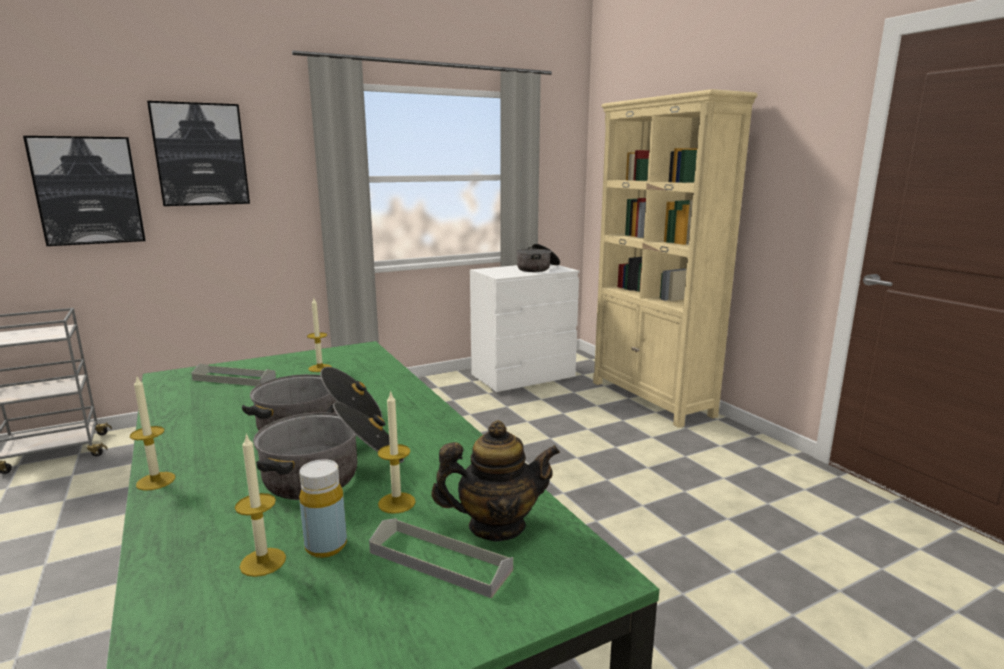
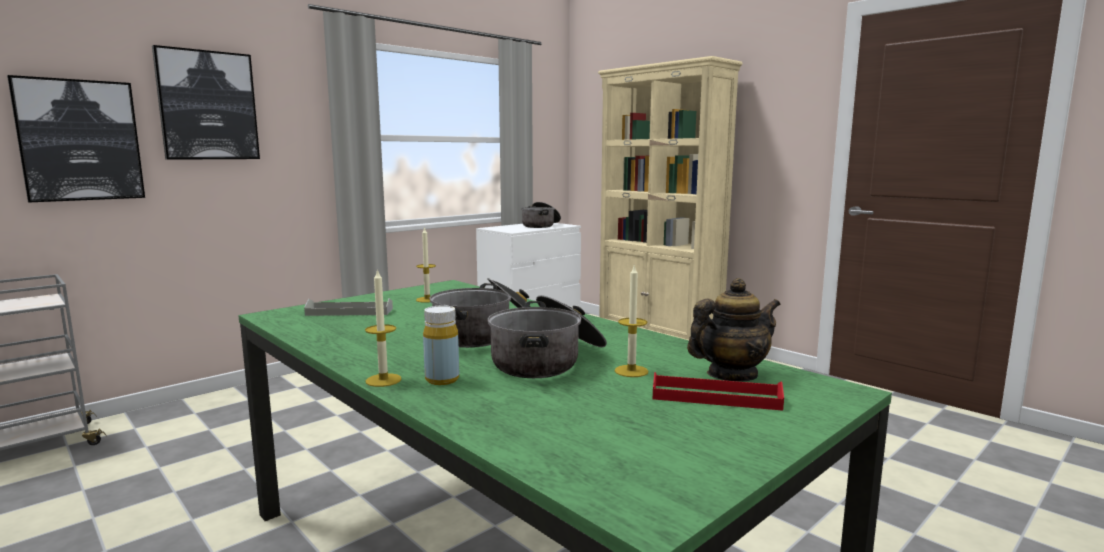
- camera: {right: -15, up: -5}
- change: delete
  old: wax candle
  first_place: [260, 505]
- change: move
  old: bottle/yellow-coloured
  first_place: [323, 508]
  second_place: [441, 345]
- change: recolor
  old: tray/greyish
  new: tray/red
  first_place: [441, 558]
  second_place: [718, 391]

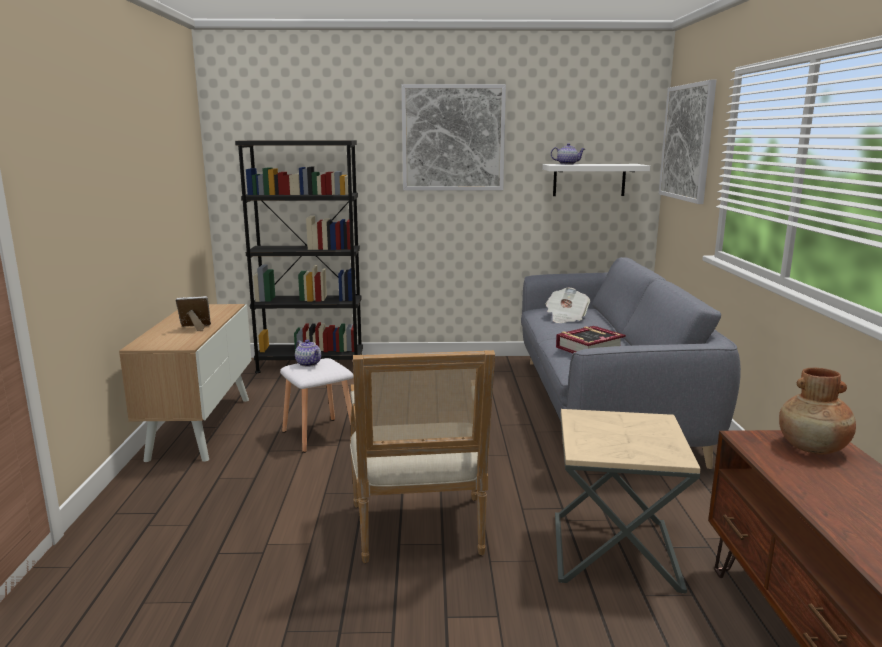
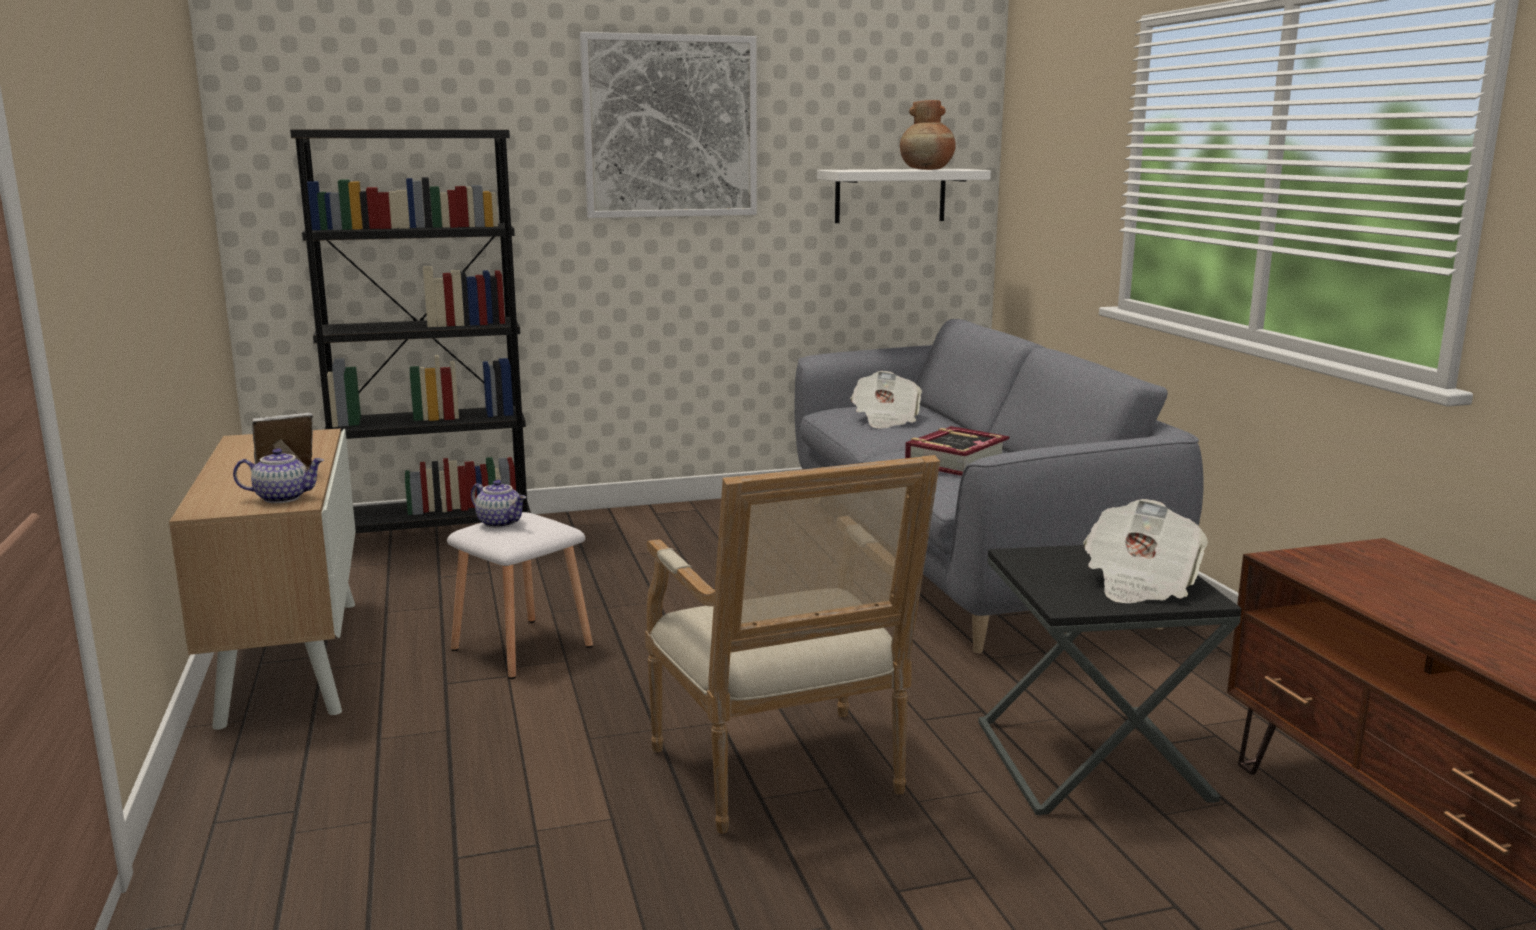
- camera: {right: -15, up: 0}
- change: move
  old: tea pot
  first_place: [568, 153]
  second_place: [278, 475]
- change: recolor
  old: end table/beige-coloured
  new: end table/blackish
  first_place: [628, 501]
  second_place: [1110, 680]
- change: delete
  old: picture
  first_place: [687, 142]
- change: move
  old: decorative vase/brownish
  first_place: [817, 411]
  second_place: [928, 135]
- change: insert
  new: printed paper
  second_place: [1145, 551]

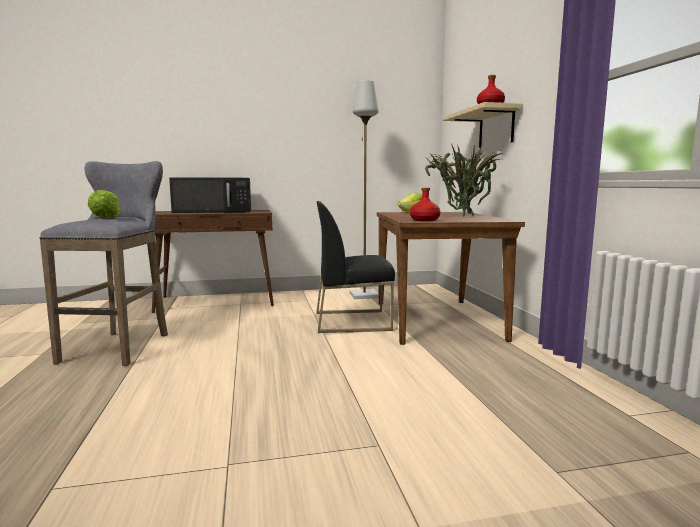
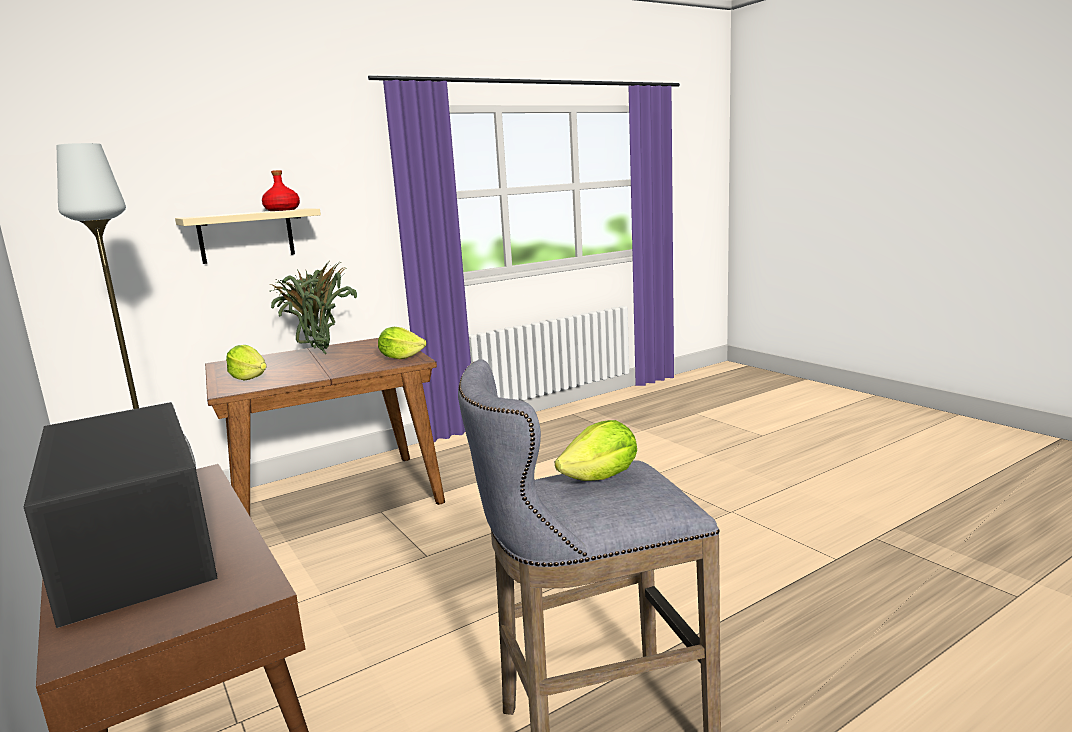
- camera: {right: -110, up: 5}
- change: delete
  old: chair/blackish
  first_place: [355, 267]
- change: replace
  old: bottle/red
  new: lettuce
  first_place: [425, 204]
  second_place: [402, 343]

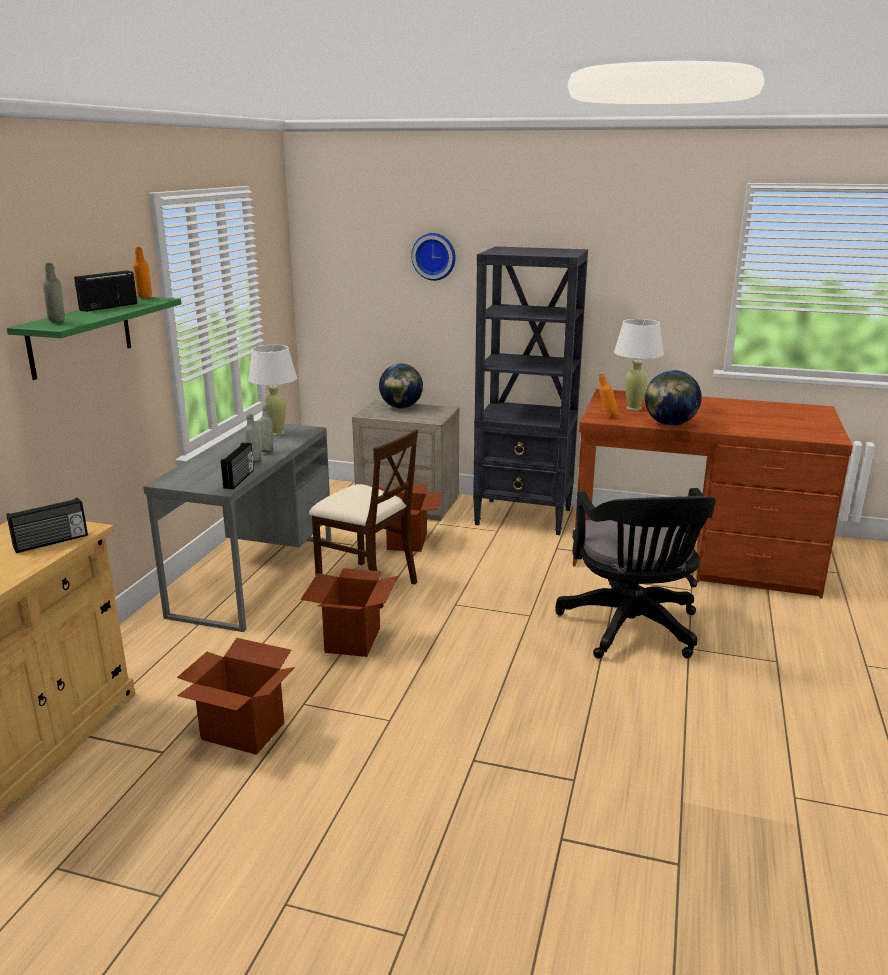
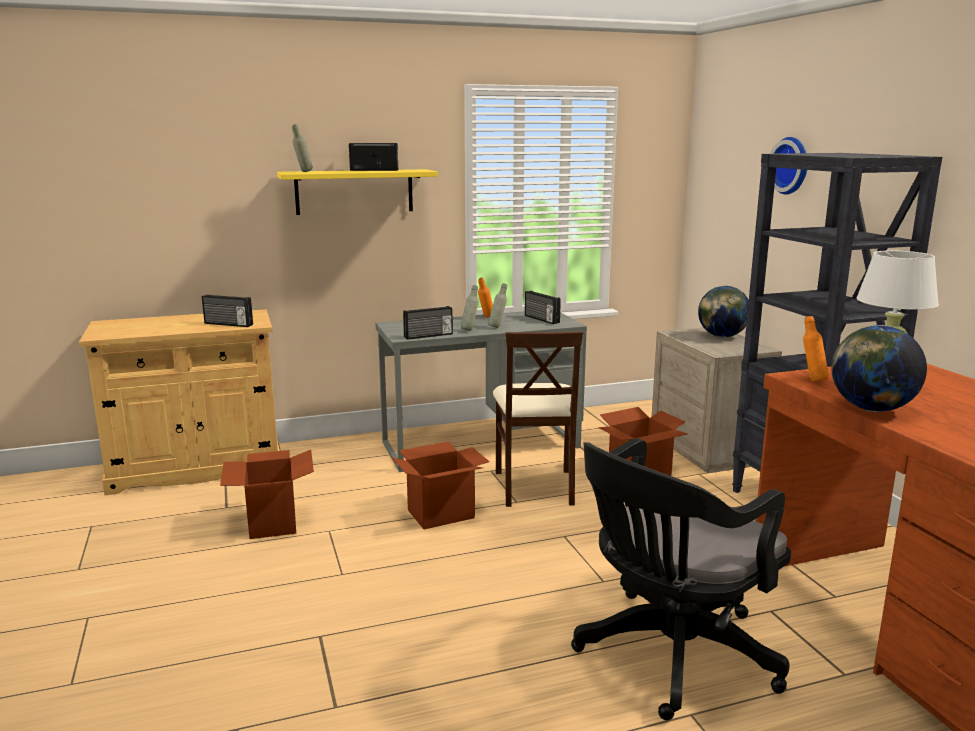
- camera: {right: 55, up: -5}
- change: recolor
  old: bracket shelf/greenish
  new: bracket shelf/yellow-coloured
  first_place: [94, 338]
  second_place: [357, 192]
- change: move
  old: bottle/orange
  first_place: [142, 273]
  second_place: [485, 297]
- change: replace
  old: table lamp/white
  new: radio
  first_place: [272, 390]
  second_place: [543, 307]

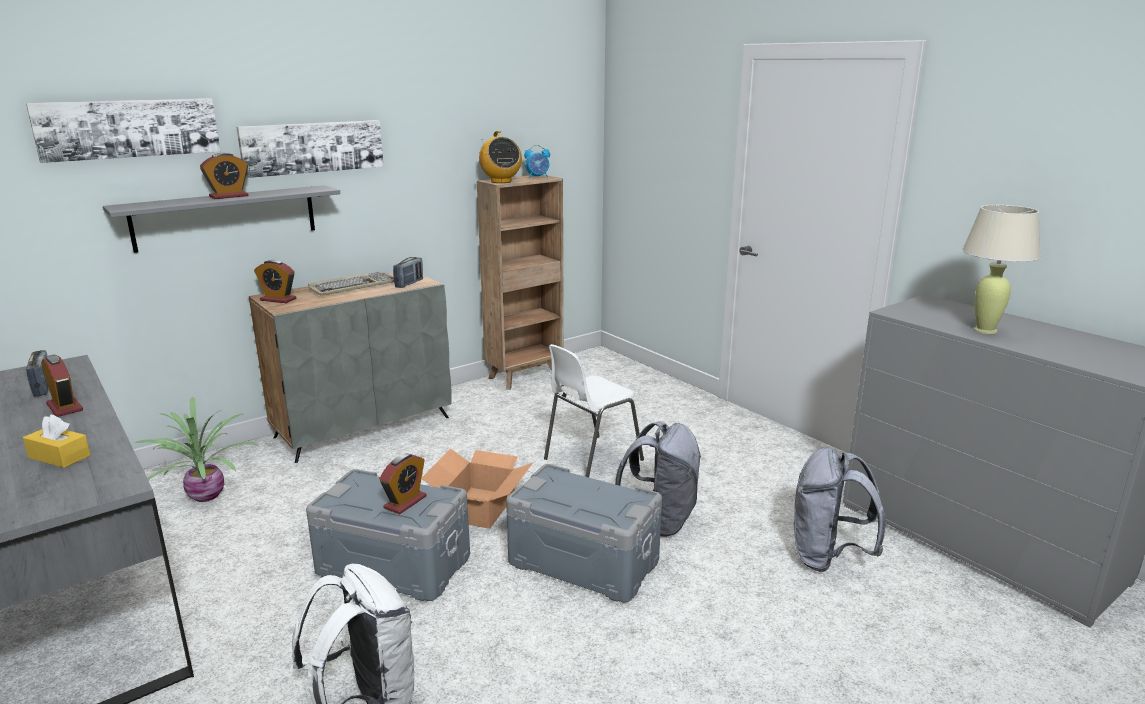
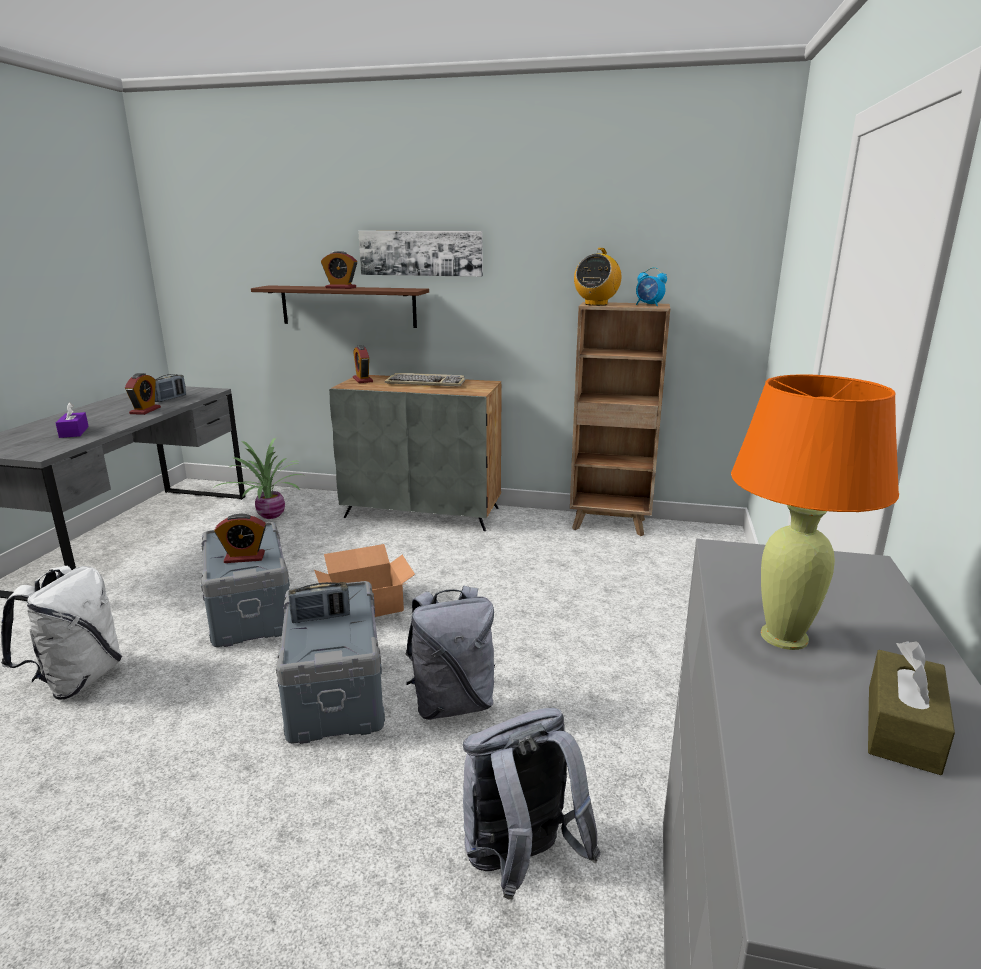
- camera: {right: 50, up: 0}
- change: recolor
  old: tissue box/yellow-coloured
  new: tissue box/purplish
  first_place: [57, 441]
  second_place: [72, 420]
- change: delete
  old: picture
  first_place: [123, 130]
- change: recolor
  old: bracket shelf/greyish
  new: bracket shelf/brownish
  first_place: [221, 219]
  second_place: [340, 306]
- change: move
  old: radio
  first_place: [408, 272]
  second_place: [319, 602]
- change: delete
  old: chair/white
  first_place: [594, 410]
- change: recolor
  old: table lamp/beige-coloured
  new: table lamp/orange
  first_place: [1001, 269]
  second_place: [815, 512]
- change: insert
  new: tissue box/brownish
  second_place: [911, 708]

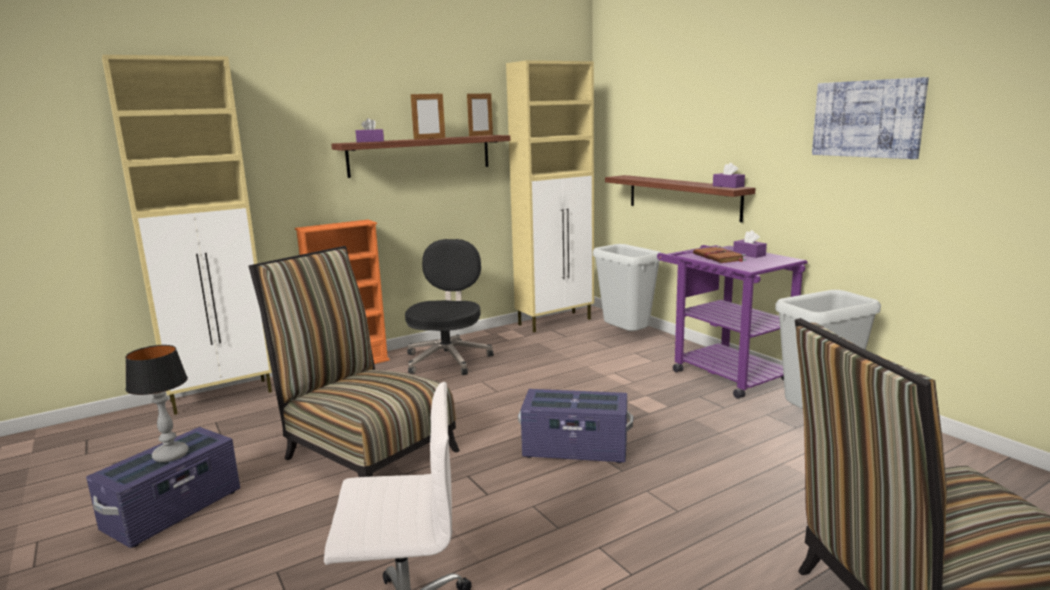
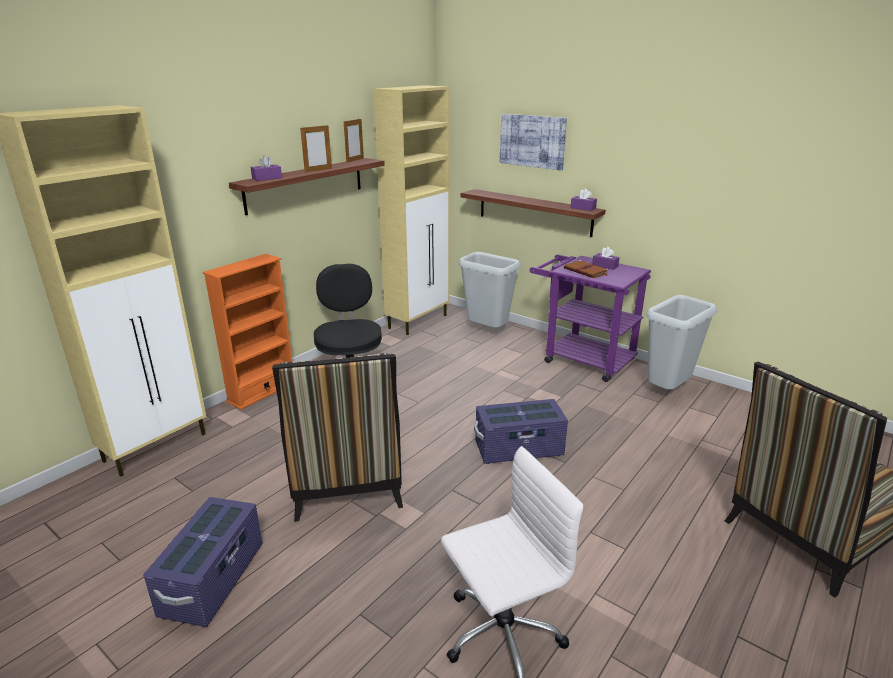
- camera: {right: -20, up: 10}
- change: delete
  old: table lamp
  first_place: [157, 403]
- change: rotate
  old: chair
  first_place: [354, 361]
  second_place: [337, 437]
  degrees: -120
- change: move
  old: picture
  first_place: [870, 118]
  second_place: [533, 142]

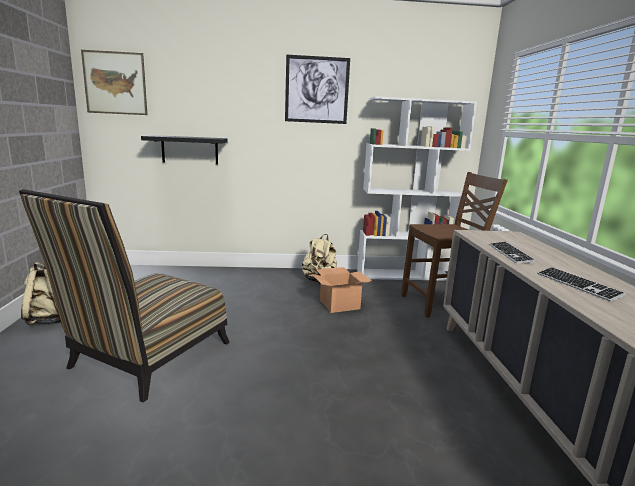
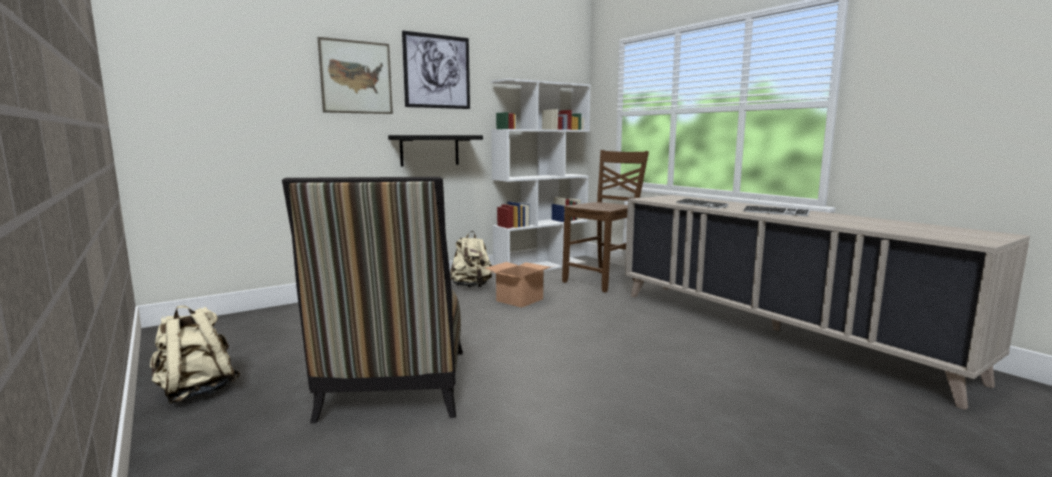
- camera: {right: -30, up: -5}
- change: move
  old: picture
  first_place: [114, 82]
  second_place: [355, 75]
- change: move
  old: bracket shelf/blackish
  first_place: [184, 150]
  second_place: [435, 151]

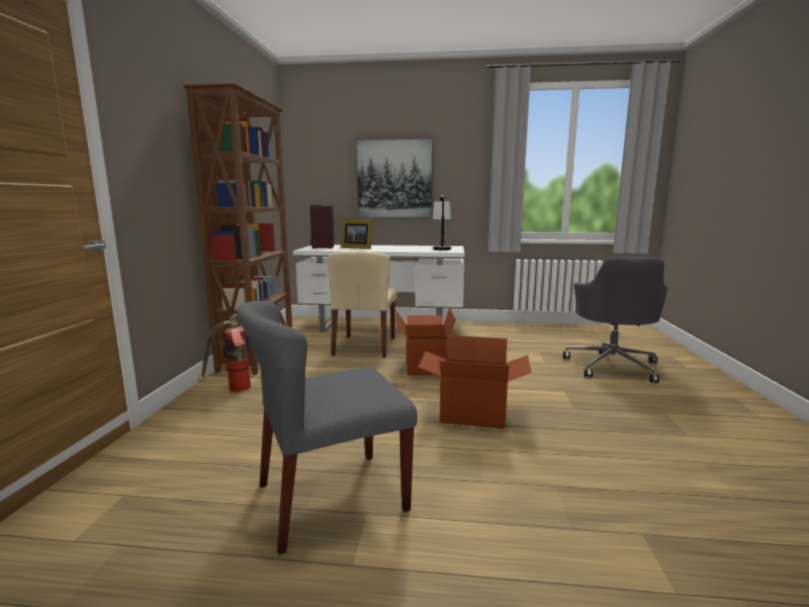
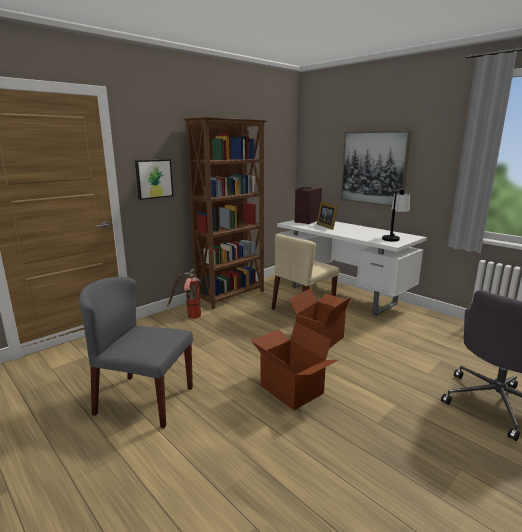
- camera: {right: 40, up: 5}
- change: insert
  new: picture
  second_place: [154, 179]

